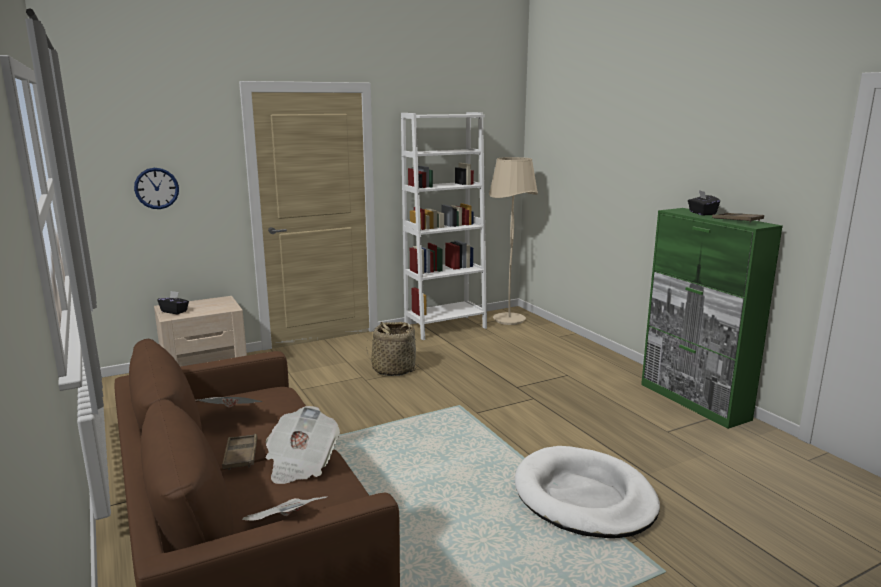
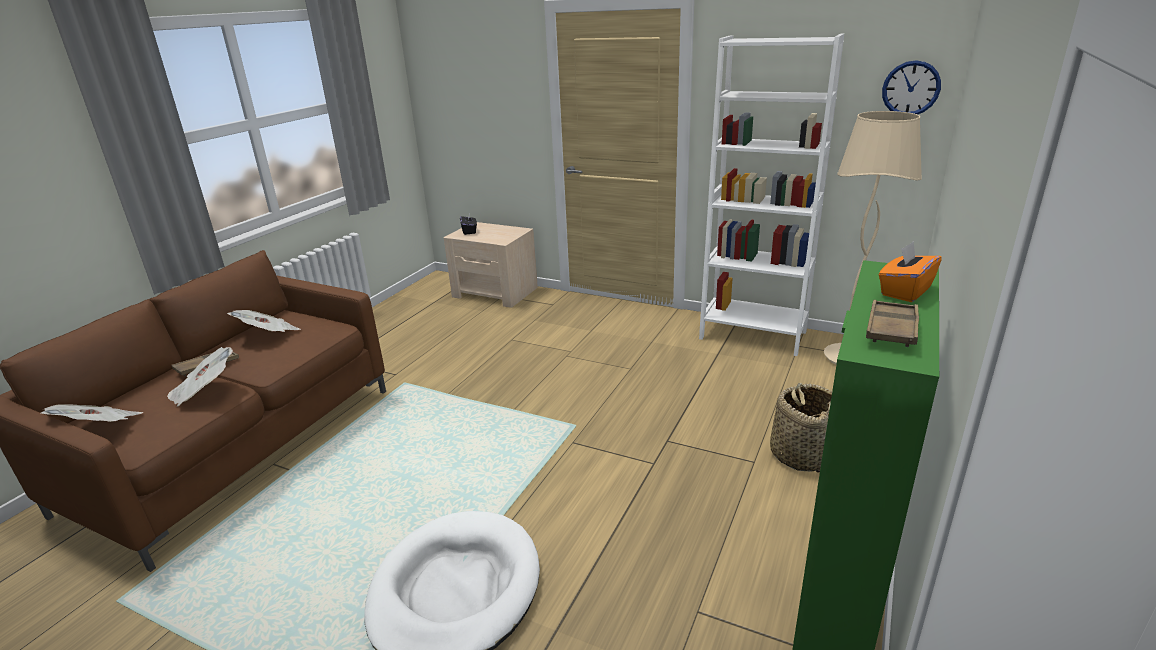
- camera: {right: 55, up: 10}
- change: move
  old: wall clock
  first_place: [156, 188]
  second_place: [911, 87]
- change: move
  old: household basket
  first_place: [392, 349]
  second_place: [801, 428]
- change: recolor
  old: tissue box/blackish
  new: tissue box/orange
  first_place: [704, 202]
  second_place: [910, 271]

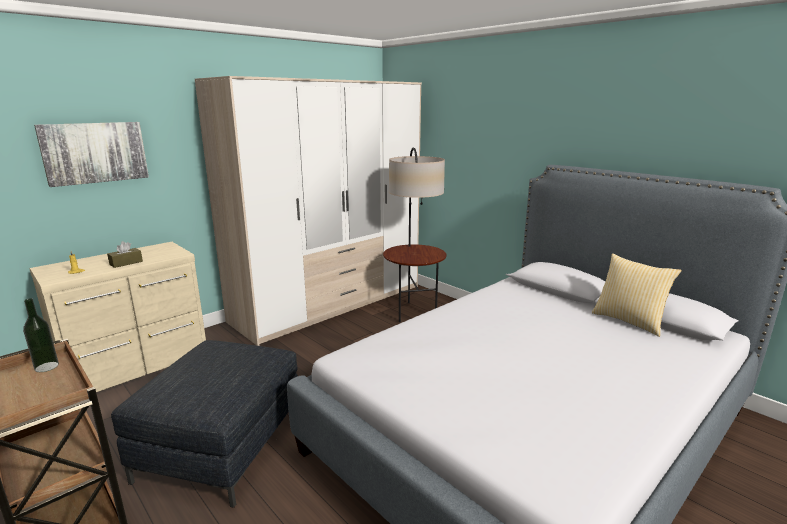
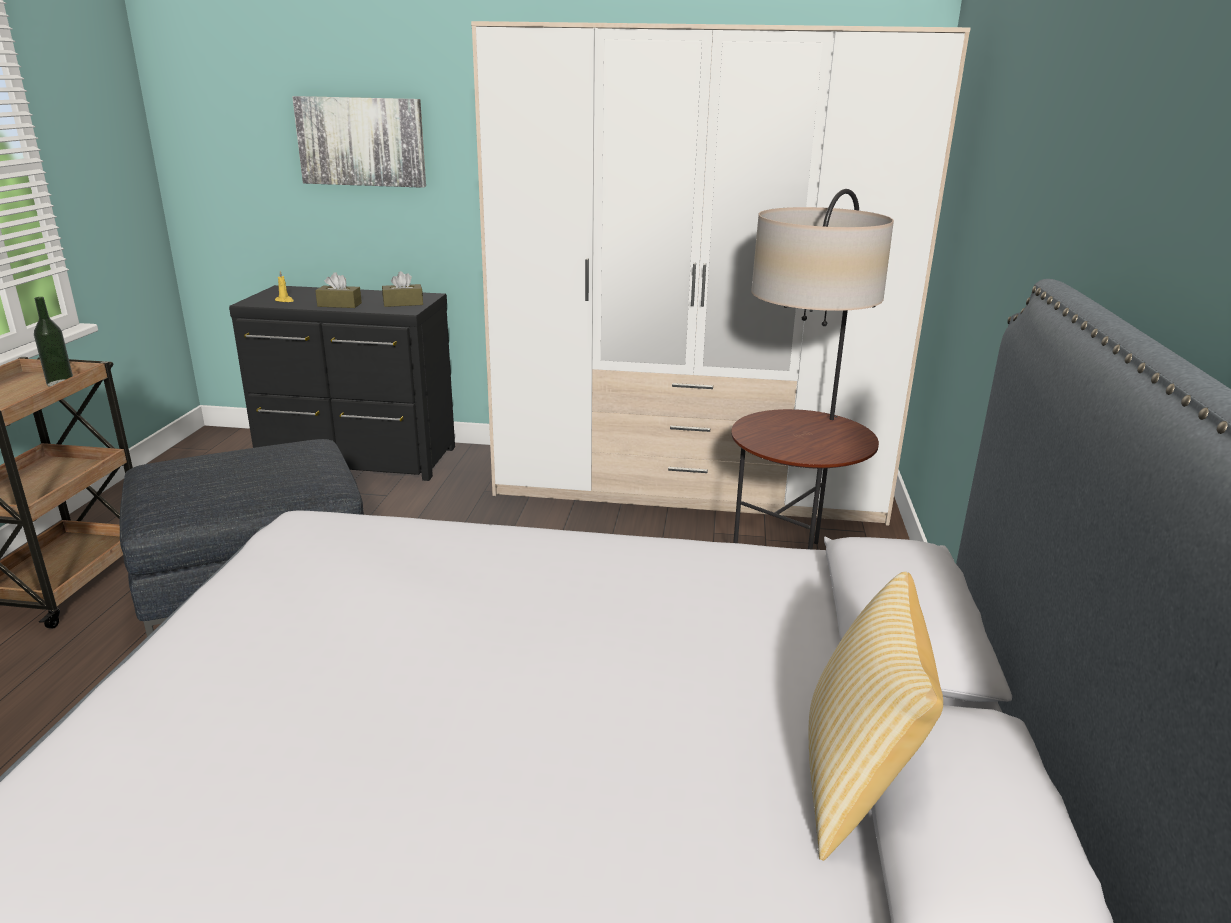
- camera: {right: 50, up: 5}
- change: recolor
  old: chest of drawers/beige-coloured
  new: chest of drawers/blackish
  first_place: [118, 317]
  second_place: [342, 383]
- change: insert
  new: tissue box/brownish
  second_place: [402, 289]

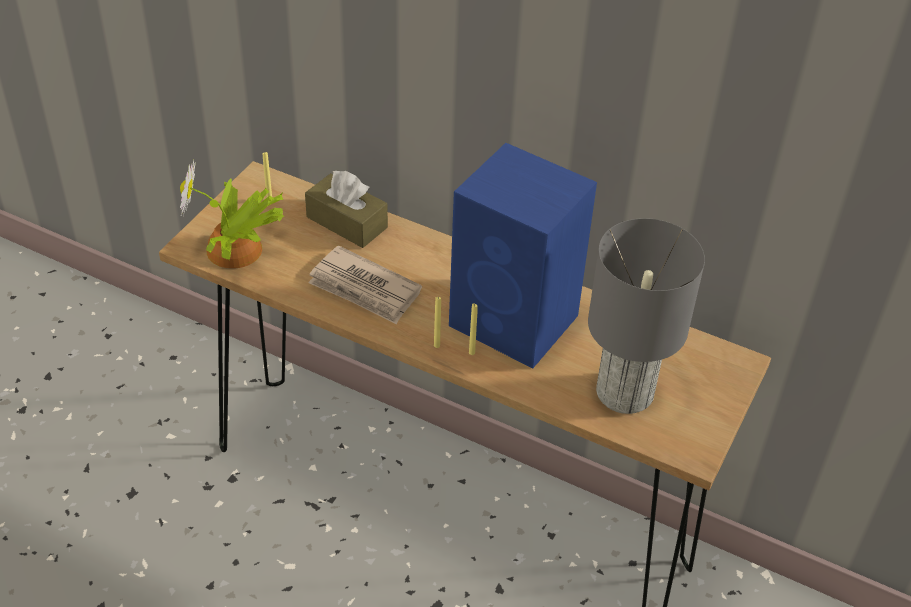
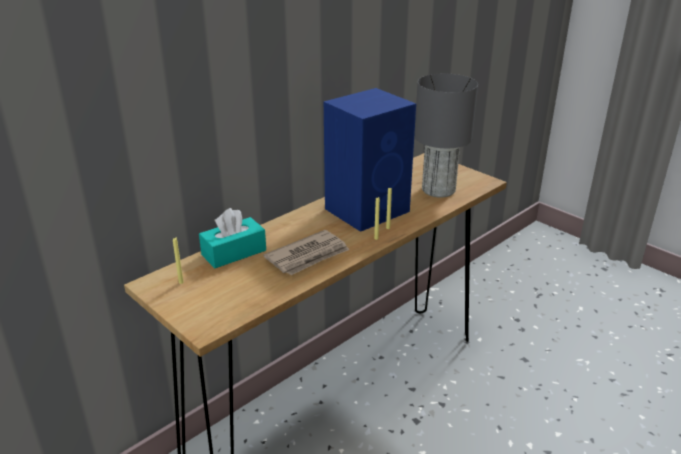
- camera: {right: -70, up: -15}
- change: delete
  old: plant in a pot
  first_place: [232, 214]
- change: recolor
  old: tissue box/brownish
  new: tissue box/turquoise-coloured
  first_place: [346, 209]
  second_place: [232, 238]

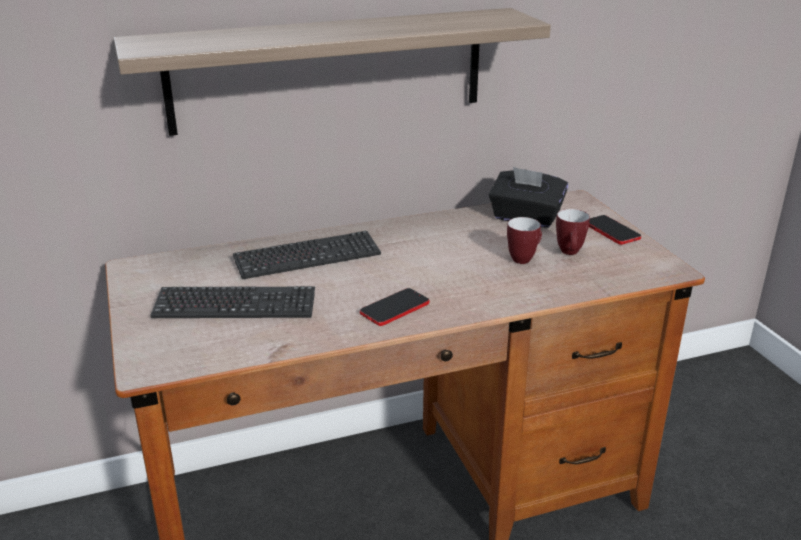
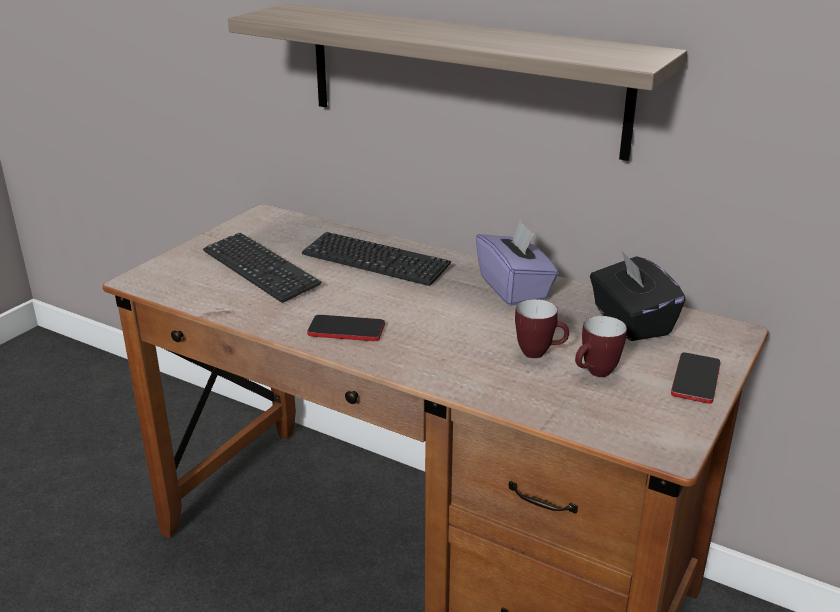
- camera: {right: 50, up: 0}
- change: insert
  new: tissue box/purplish
  second_place: [517, 263]

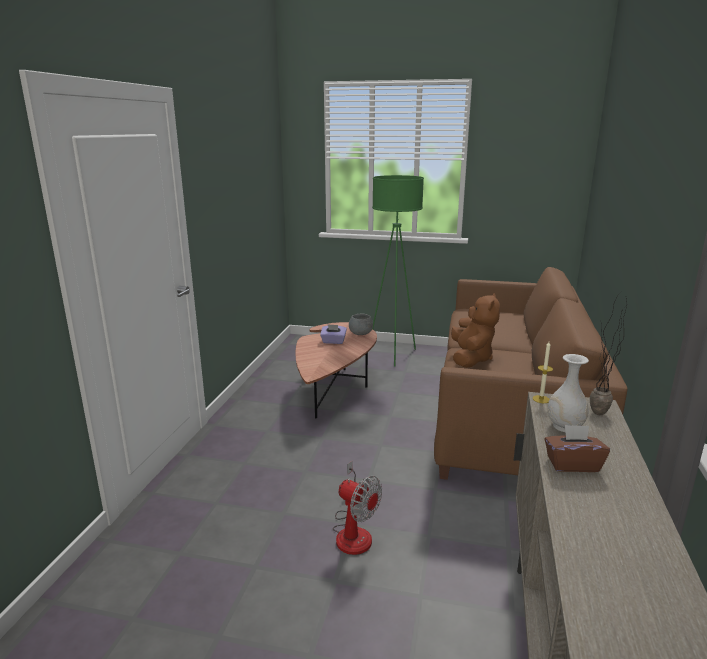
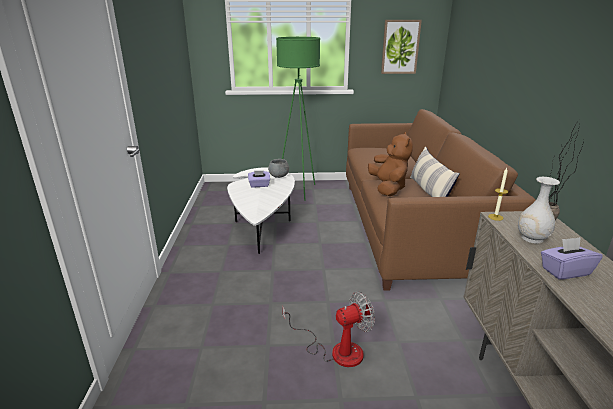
- camera: {right: -15, up: 5}
- change: recolor
  old: coffee table/brownish
  new: coffee table/white
  first_place: [336, 370]
  second_place: [261, 210]
- change: rotate
  old: electric fan
  first_place: [357, 507]
  second_place: [328, 329]
  degrees: -45
- change: recolor
  old: tissue box/brownish
  new: tissue box/purplish
  first_place: [577, 448]
  second_place: [572, 258]
- change: insert
  new: picture
  second_place: [401, 47]
- change: insert
  new: pillow
  second_place: [435, 172]

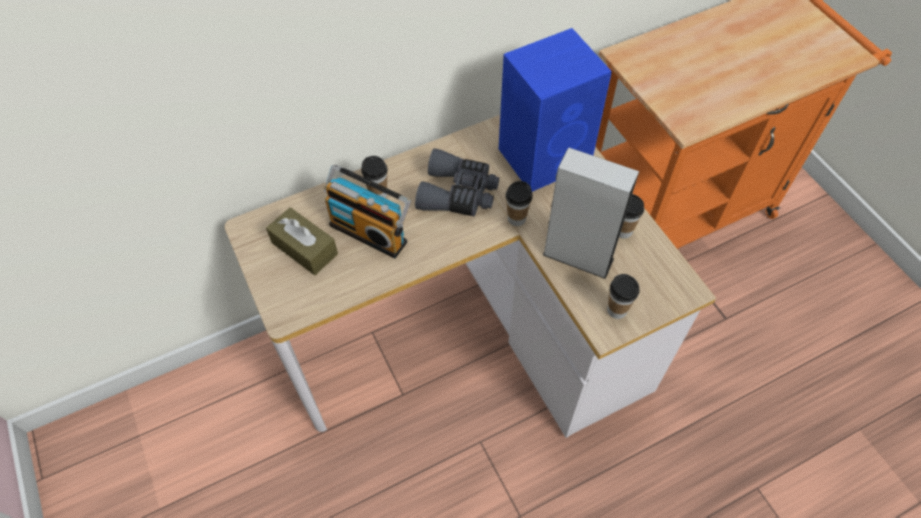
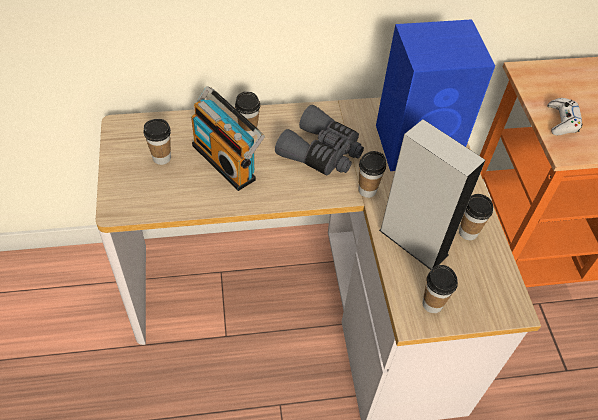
- camera: {right: 15, up: -5}
- change: replace
  old: tissue box/brownish
  new: cup
  first_place: [302, 241]
  second_place: [157, 142]
- change: insert
  new: joypad/white
  second_place: [564, 116]

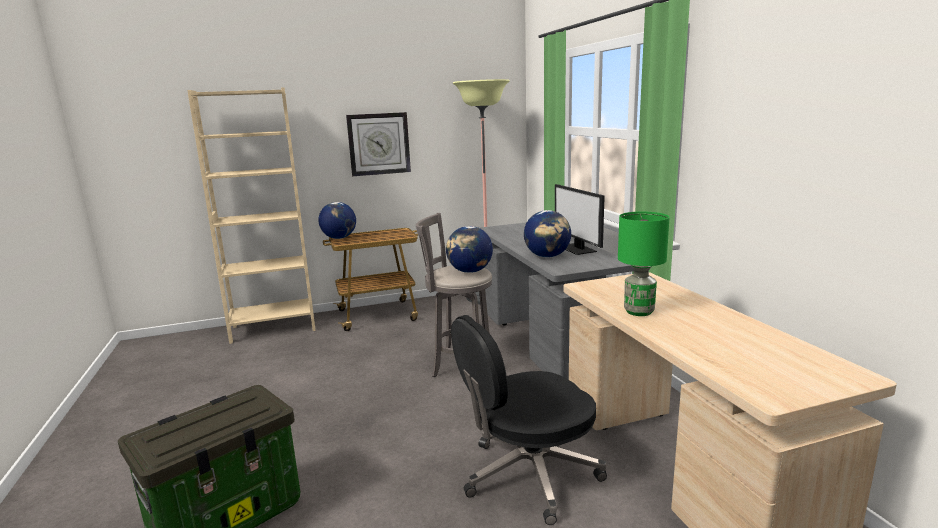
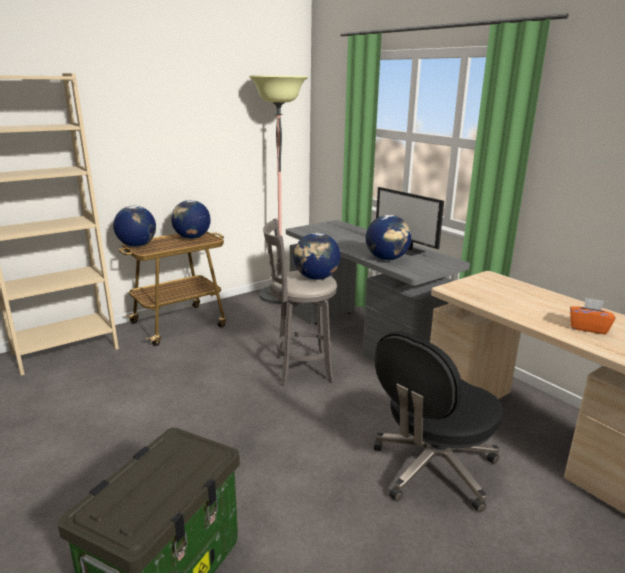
- camera: {right: -20, up: 5}
- change: delete
  old: wall clock
  first_place: [378, 144]
- change: delete
  old: table lamp/greenish
  first_place: [644, 263]
- change: insert
  new: globe
  second_place: [190, 219]
- change: insert
  new: tissue box/orange
  second_place: [593, 316]

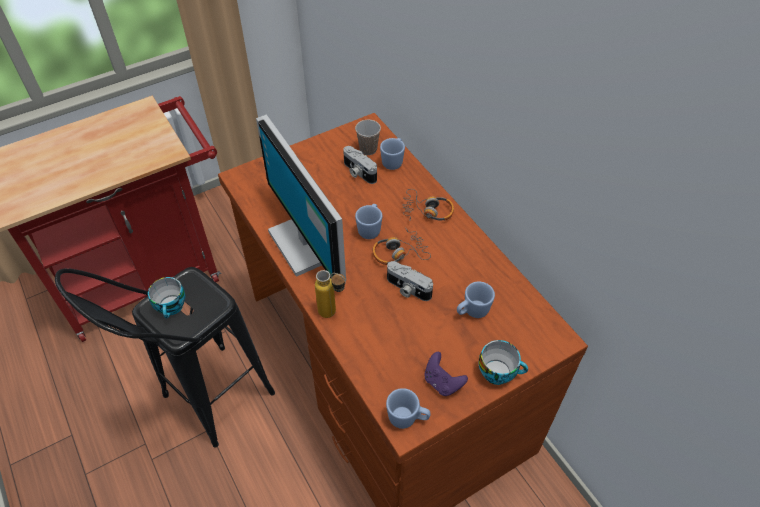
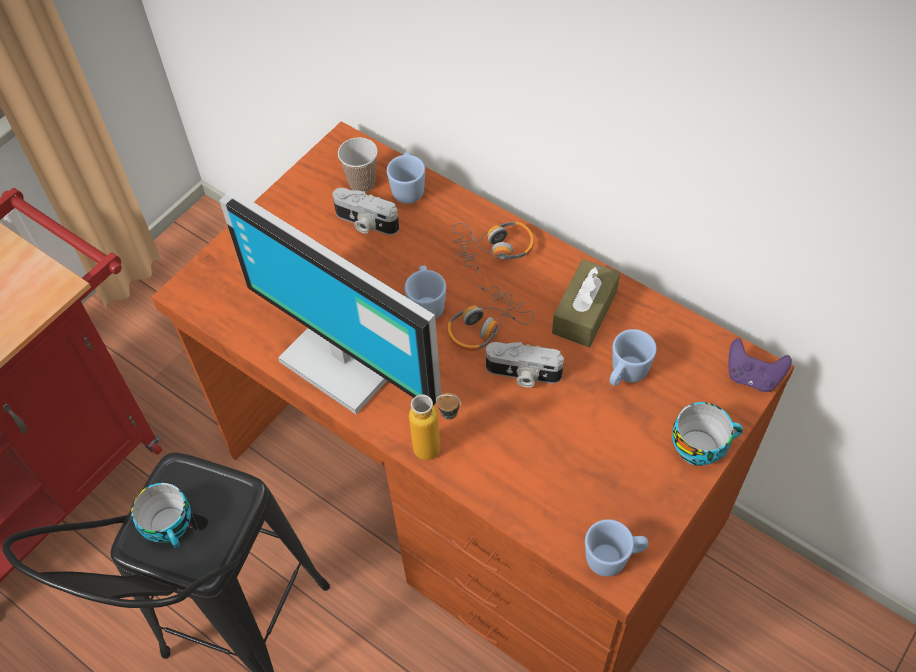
- camera: {right: -20, up: 5}
- change: move
  old: joypad/purplish
  first_place: [446, 374]
  second_place: [760, 365]
- change: insert
  new: tissue box/brownish
  second_place: [586, 303]

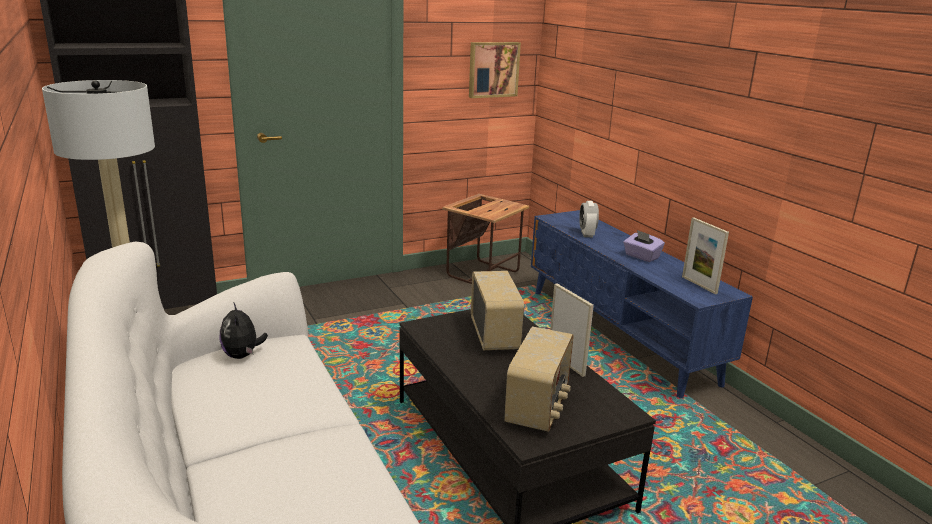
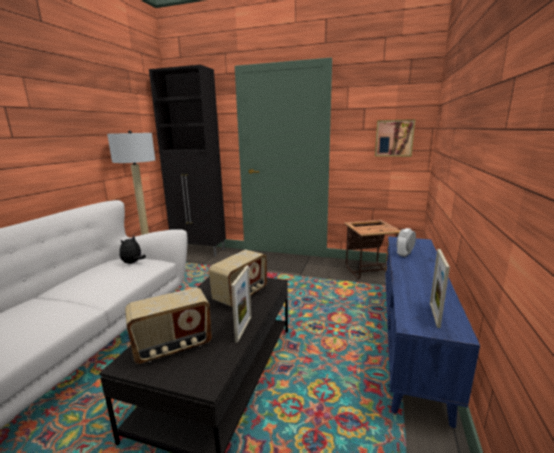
- camera: {right: 45, up: -5}
- change: delete
  old: tissue box/purplish
  first_place: [644, 246]

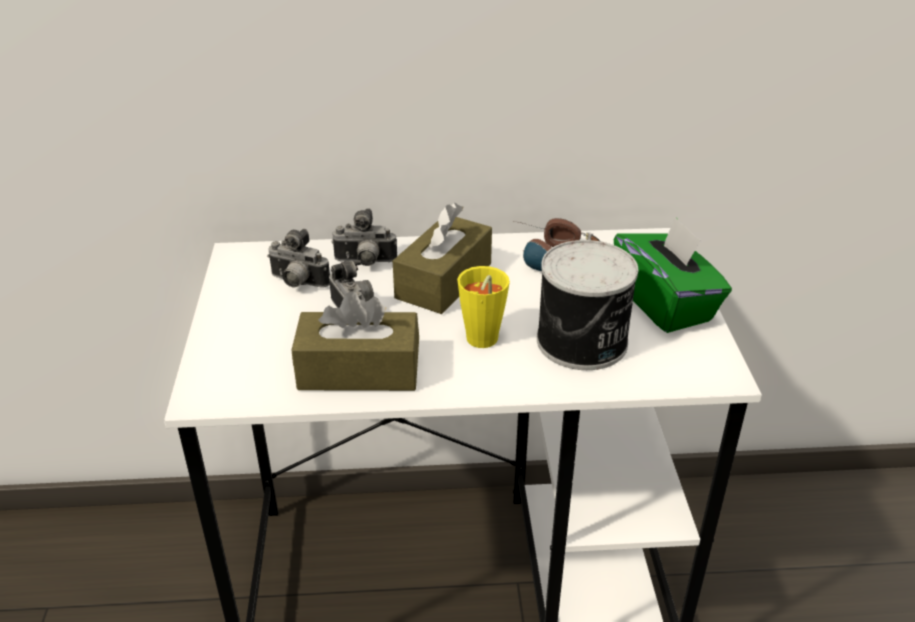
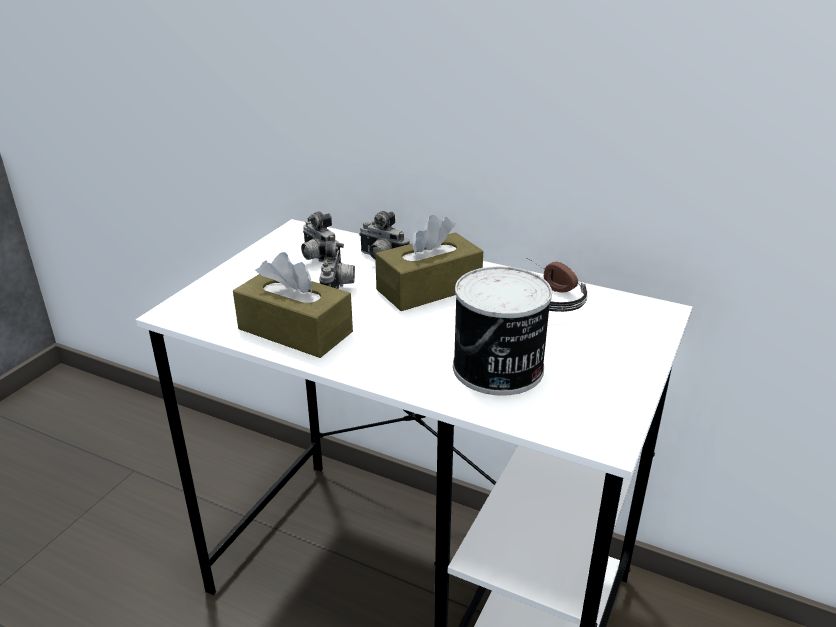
- camera: {right: 30, up: -5}
- change: delete
  old: cup/yellow-coloured
  first_place: [483, 307]
- change: delete
  old: tissue box/greenish
  first_place: [673, 274]

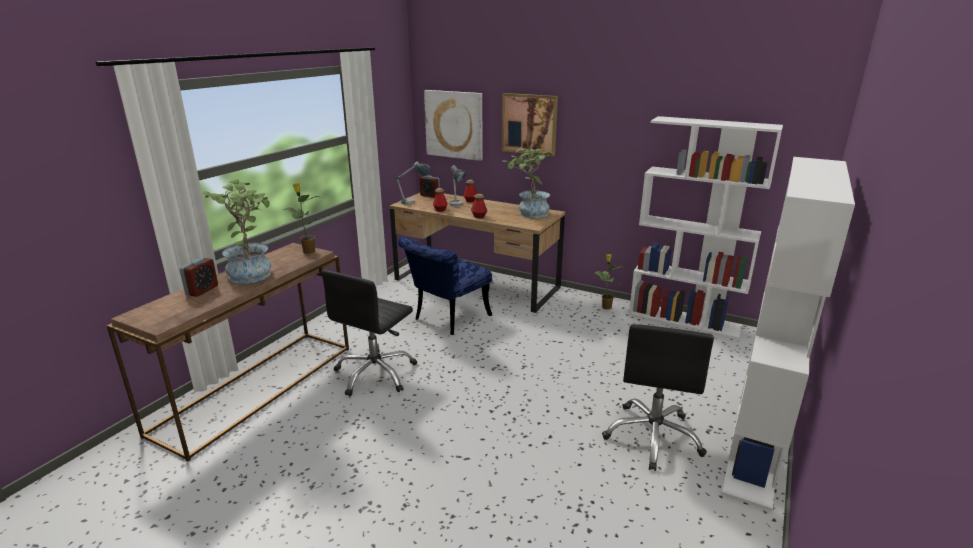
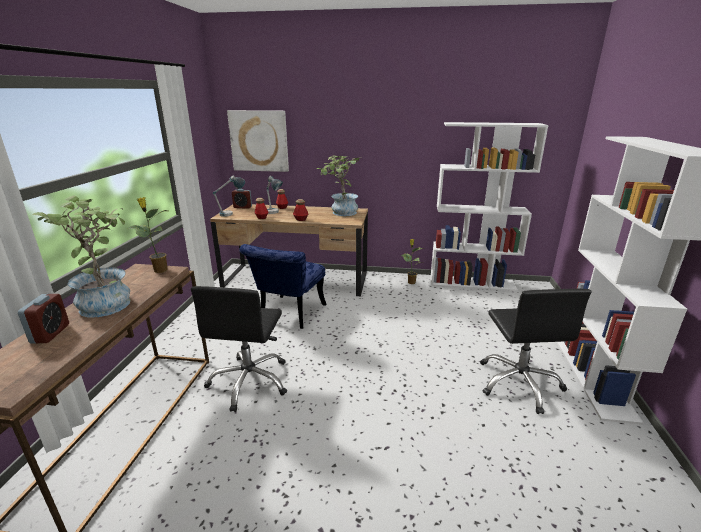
- camera: {right: -20, up: 0}
- change: delete
  old: picture
  first_place: [530, 125]

